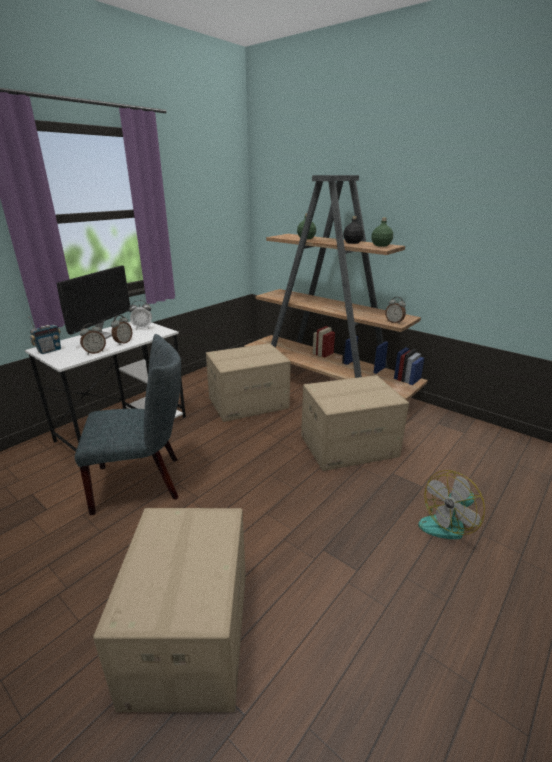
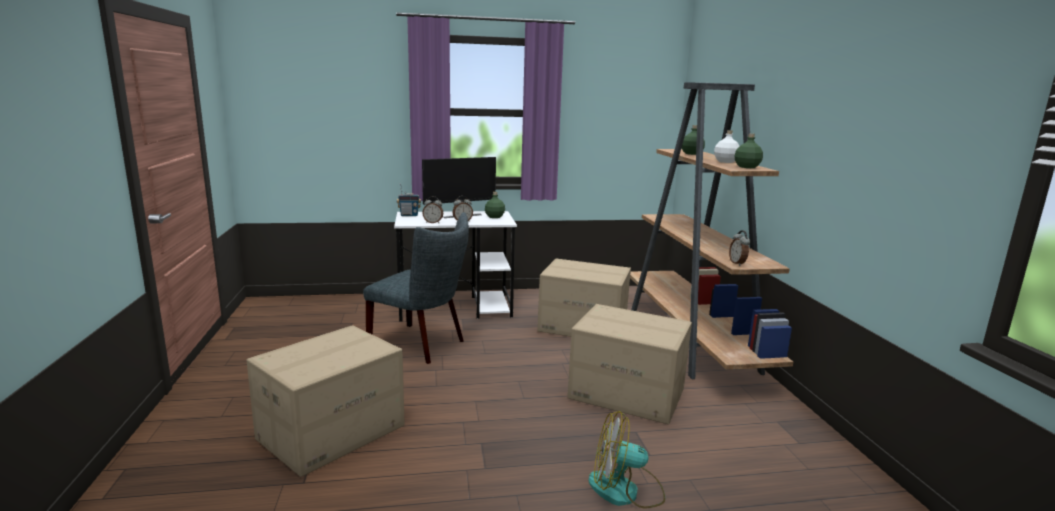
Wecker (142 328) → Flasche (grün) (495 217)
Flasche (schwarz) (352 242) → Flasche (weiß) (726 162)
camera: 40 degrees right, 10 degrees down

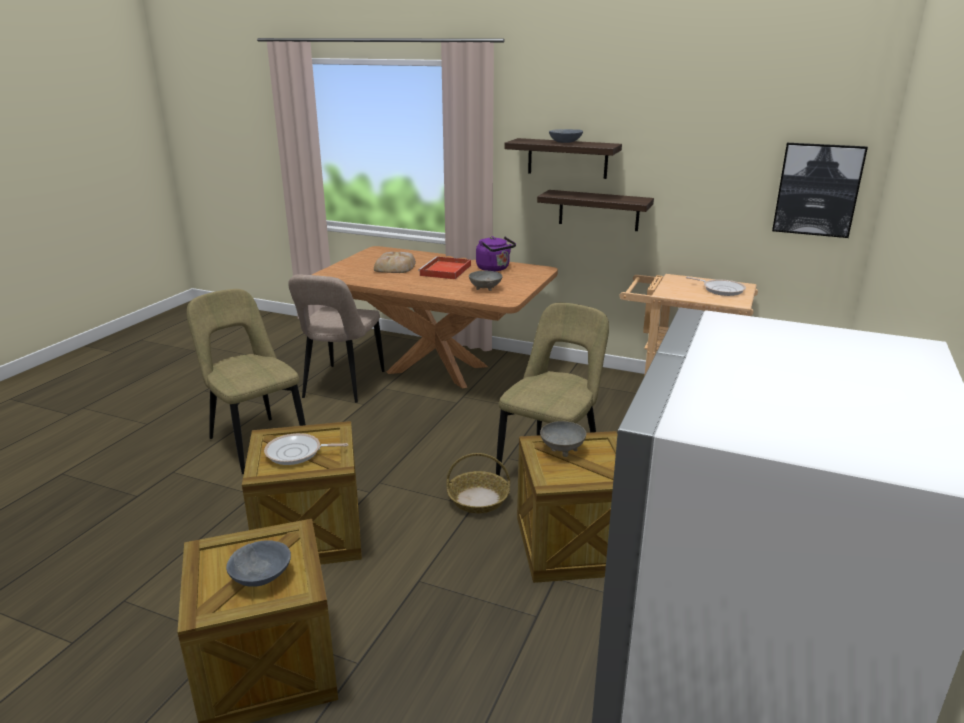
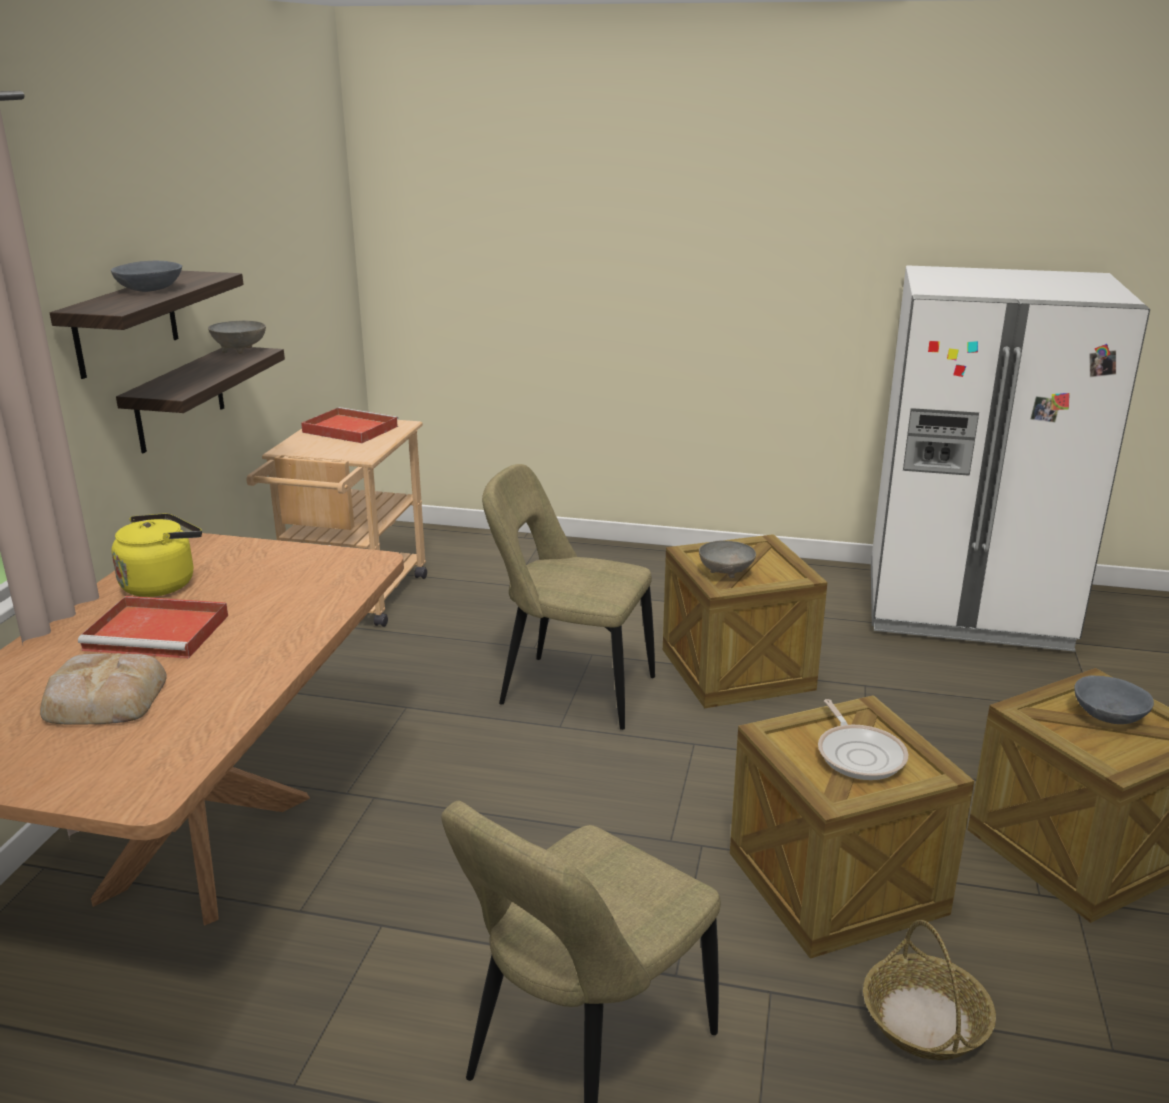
Stuhl (beige) (342 386) → -
Bild (817 190) → -
Korb (478 499) → Korb (924 1020), relocated
Schüssel (grau) (485 289) → Schüssel (grau) (240 350), relocated
Pfanne (721 289) → Tablett (rot) (348 429)
Wasserkessel (lila) (494 269) → Wasserkessel (gelb) (162 583)
camera: 100 degrees left, 0 degrees up

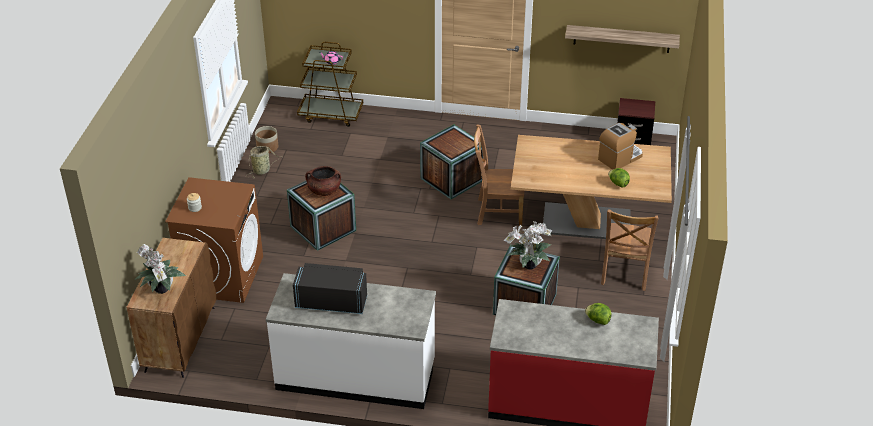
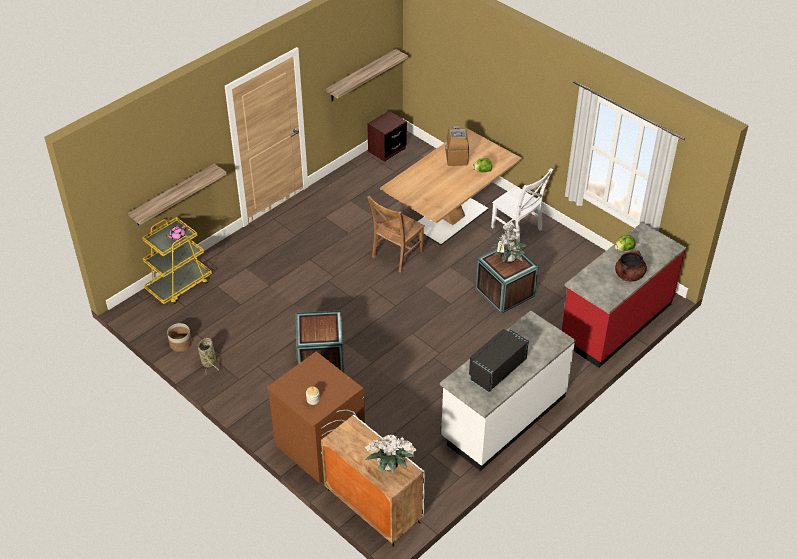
Kiste (452 179) → -
- → Wandregal (173 195)
Kochtopf (braun) (324 191) → Kochtopf (braun) (629 275), relocated
Schrank (braun) (180 338) → Schrank (weiß) (372 506)
Rollwagen (braun) (331 114) → Rollwagen (gelb) (179 285)
Stuhl (braun) (624 274) → Stuhl (weiß) (518 230)
camera: 55 degrees left, 5 degrees up

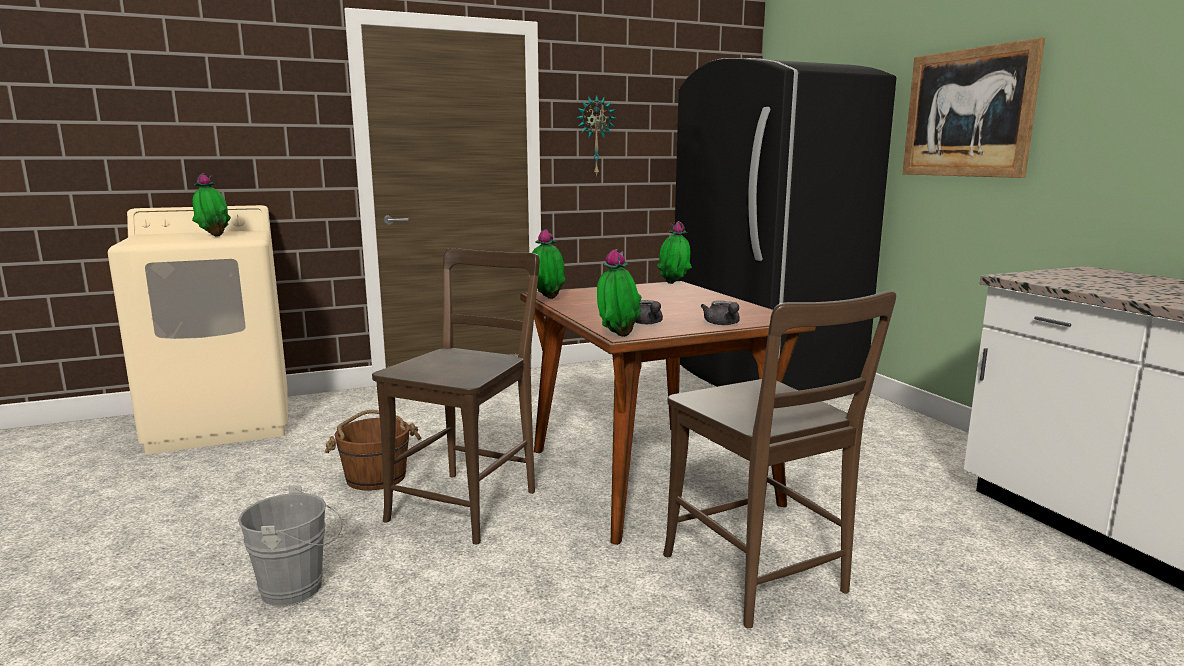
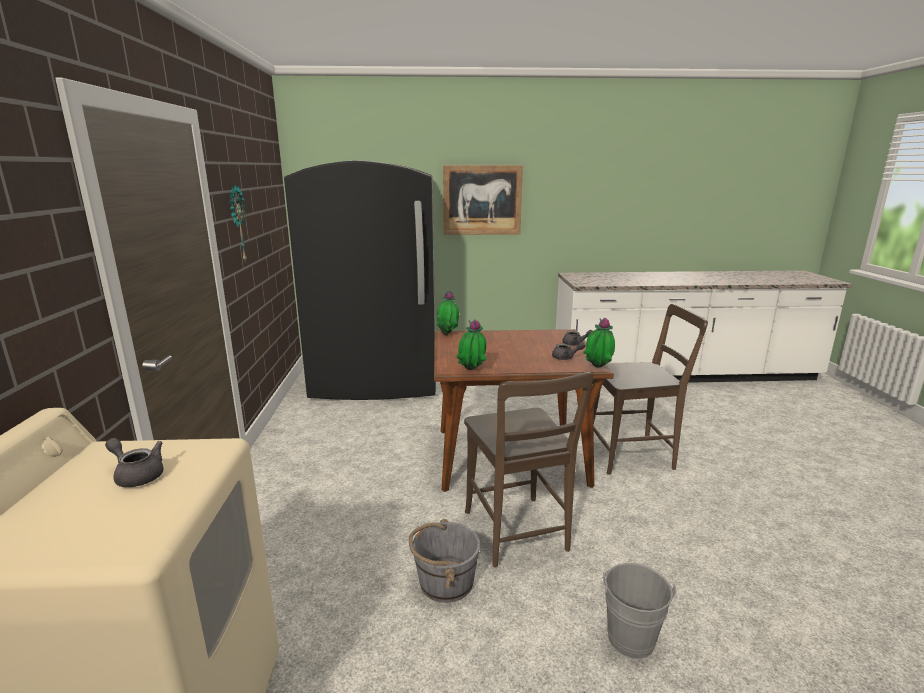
Topfpflanze (214 236) → Teekanne (grau) (137 475)
Eimer (braun) (376 477) → Eimer (grau) (445 582)
Stuhl (braun) (468 502) → Stuhl (braun) (517 534), 150 degrees counterclockwise
camera: 70 degrees left, 5 degrees up

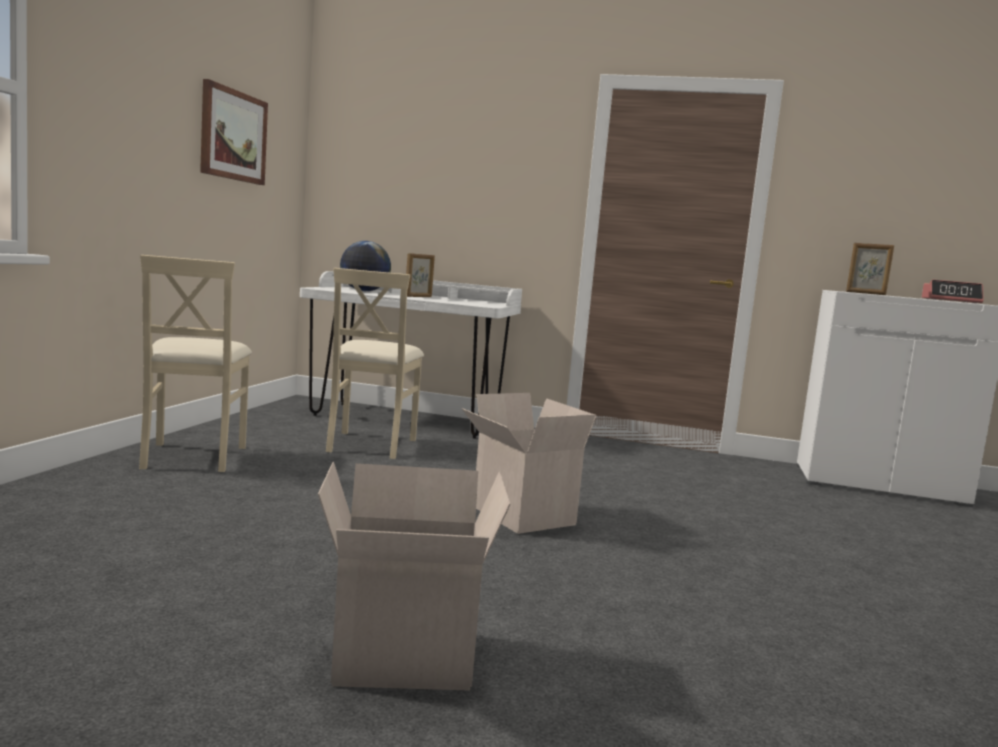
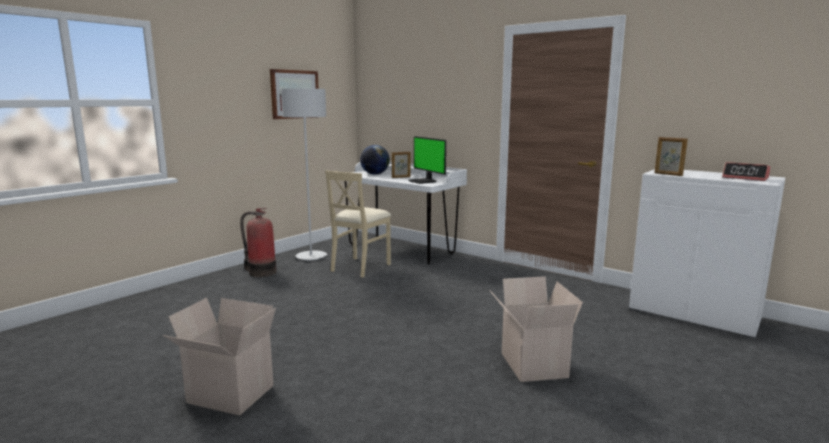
- → Stehlampe (grau) (311 257)
- → Monitor (423 181)
Karton (520 515) → Karton (531 365), relocated
Stuhl (beige) (192 456) → Feuerlöscher (260 272)
camera: 25 degrees right, 5 degrees up

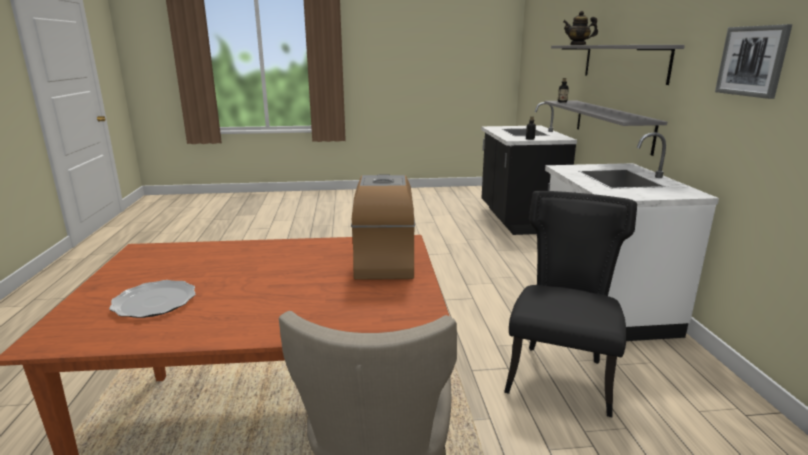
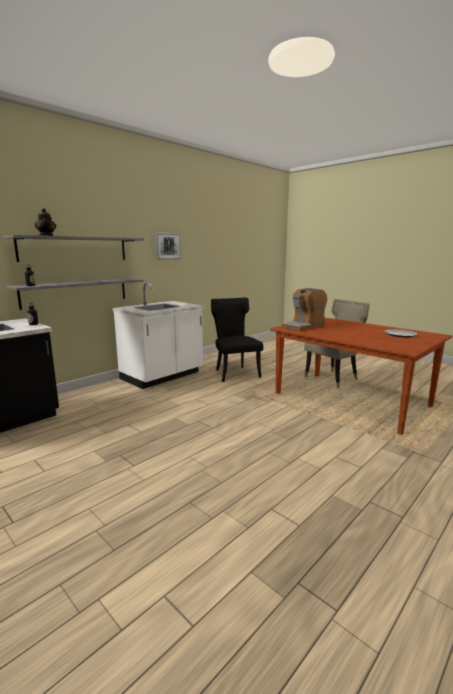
Stuhl (schwarz) (560 375) → Stuhl (schwarz) (235 373), 90 degrees clockwise
camera: 130 degrees left, 5 degrees down

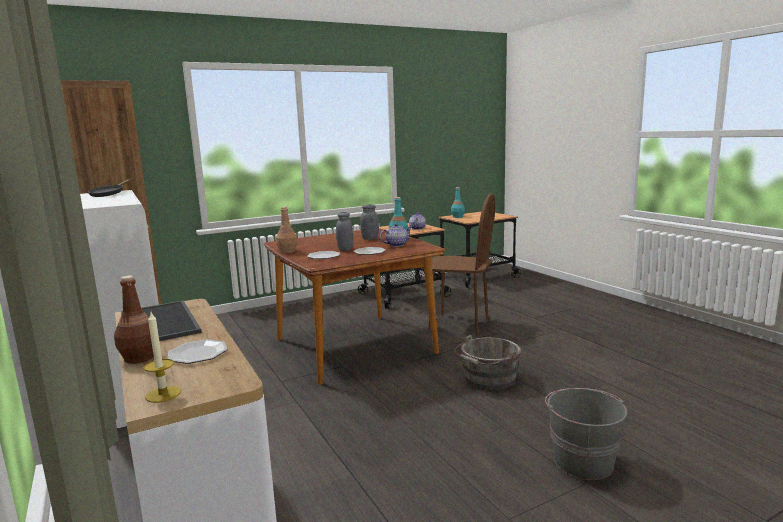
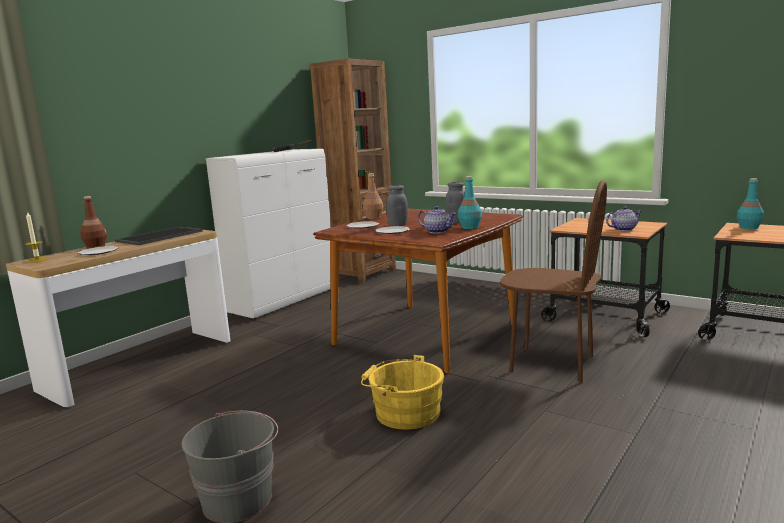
Eimer (grau) (488 379) → Eimer (gelb) (404 412)
Stuhl (braun) (459 324) → Stuhl (braun) (552 364), 60 degrees counterclockwise
camera: 65 degrees right, 0 degrees up

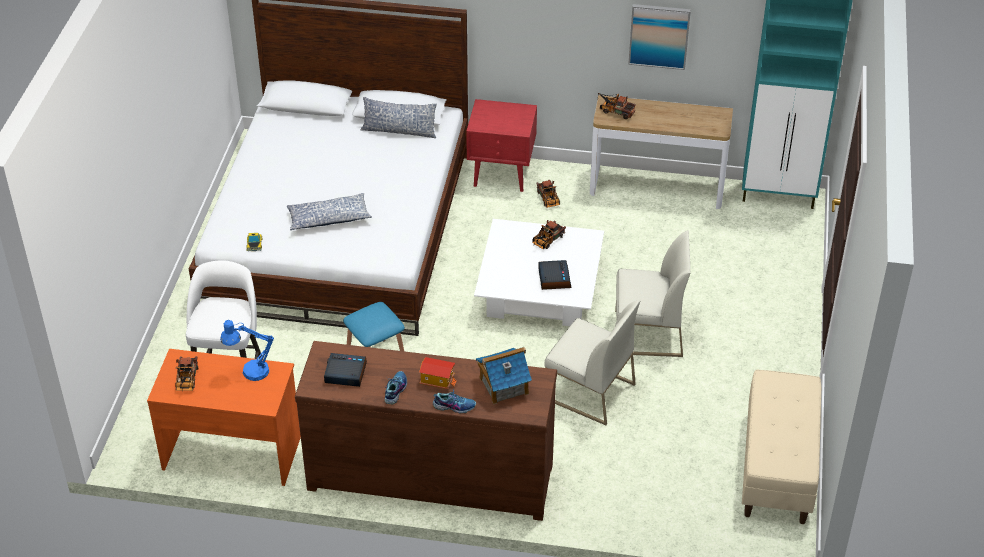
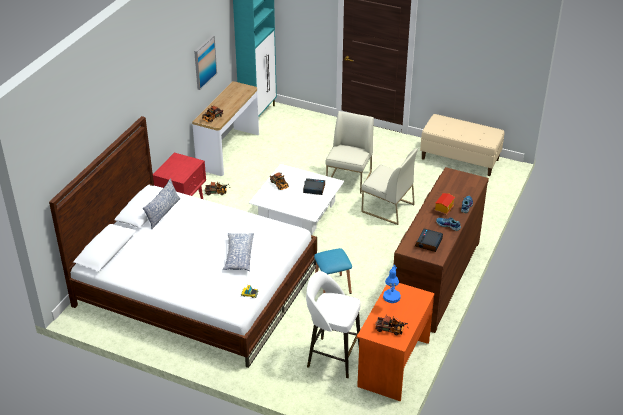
Spielzeughaus (503 385) → -
Stuhl (weiß) (589 392) → Stuhl (weiß) (387 208), 75 degrees clockwise
camera: 75 degrees left, 5 degrees down

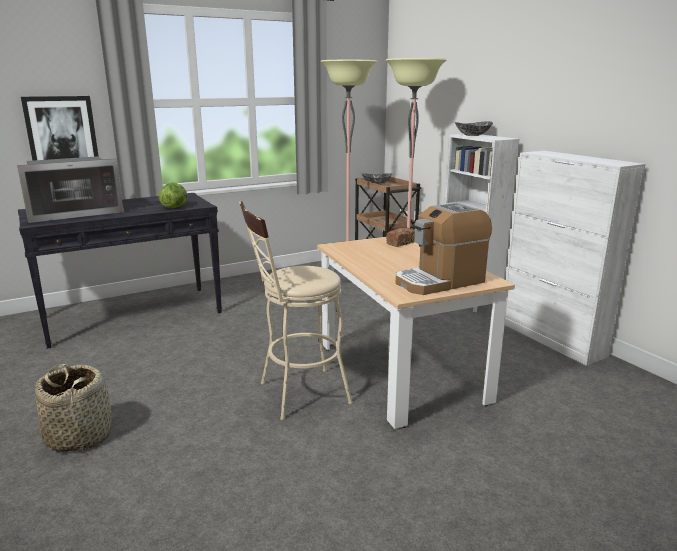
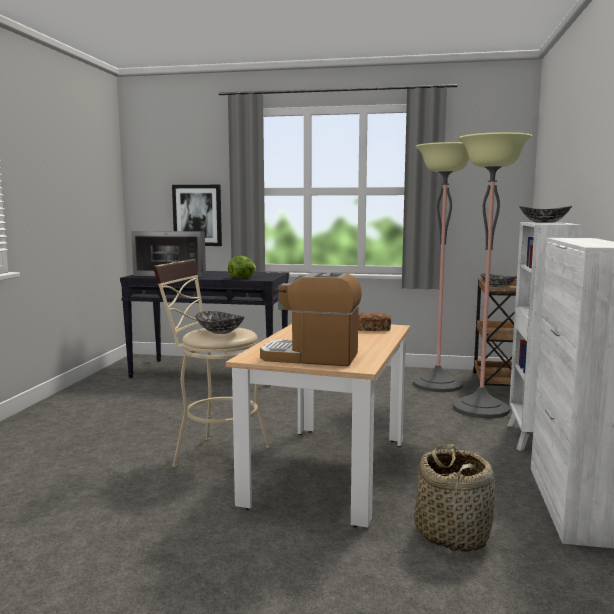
- → Schüssel (221 331)
Korb (79 435) → Korb (452 533), relocated
camera: 40 degrees right, 10 degrees down

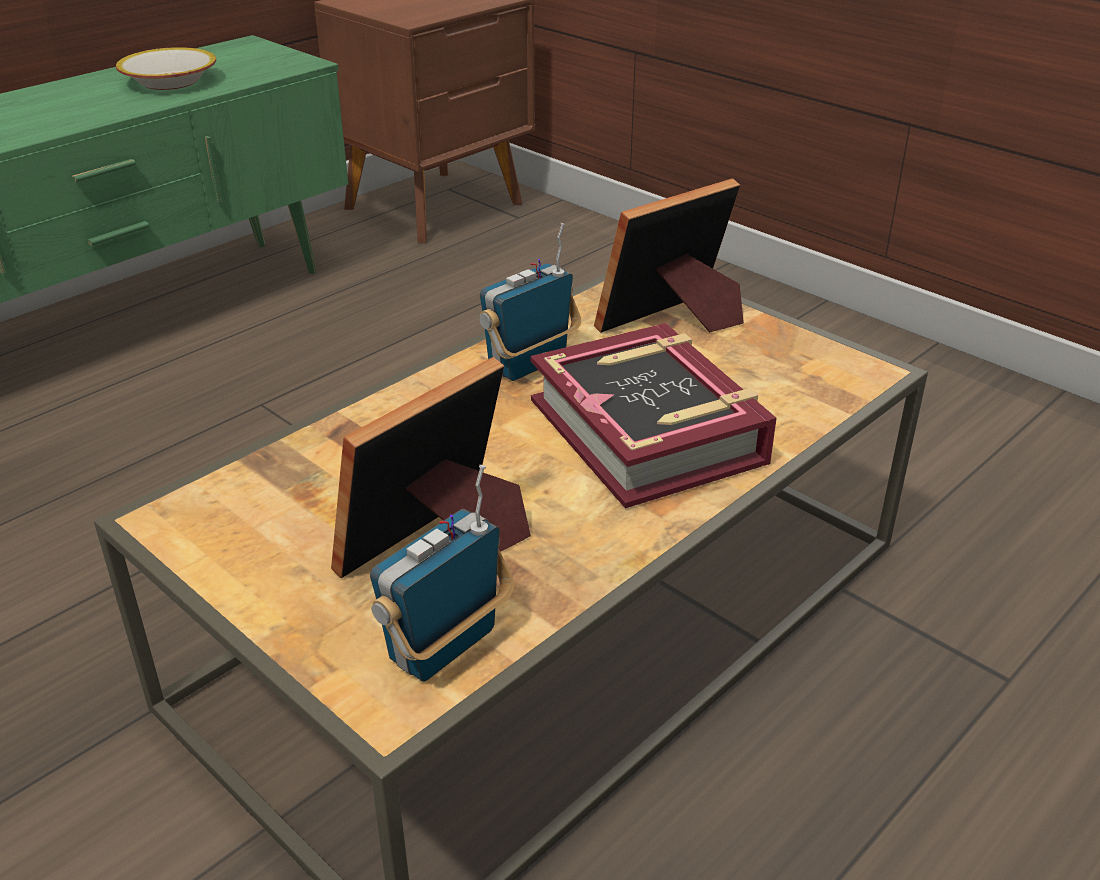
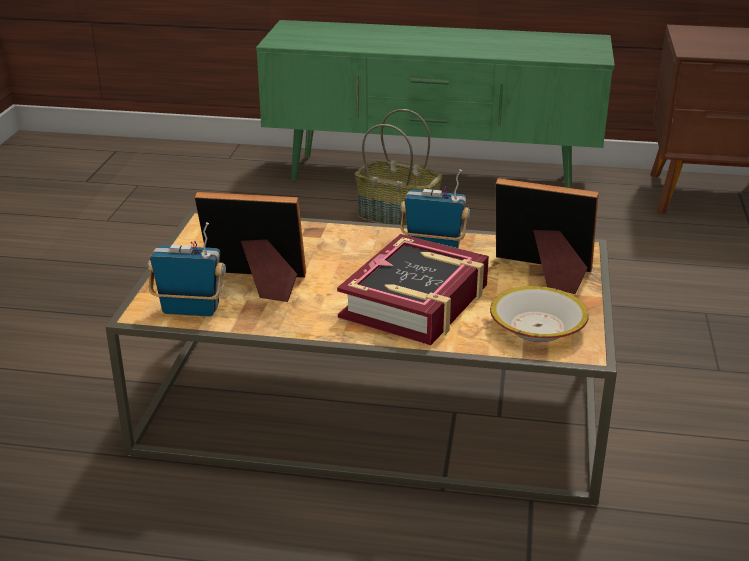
- → Korb (398 217)
Schüssel (170 81) → Schüssel (538 327), relocated
camera: 55 degrees right, 5 degrees down

